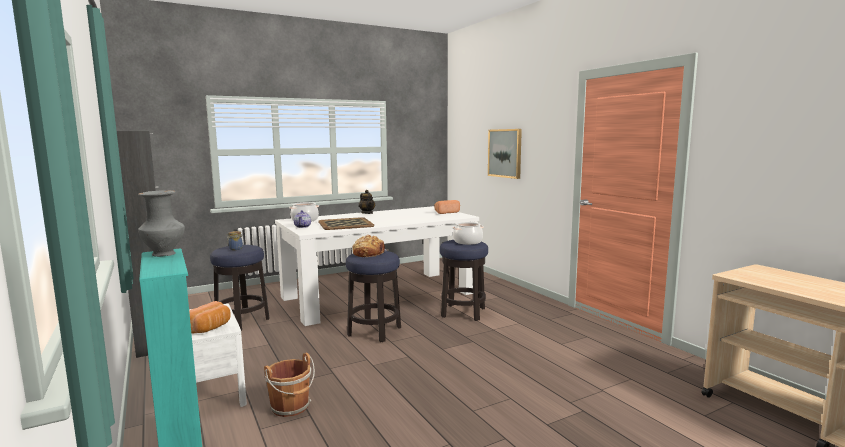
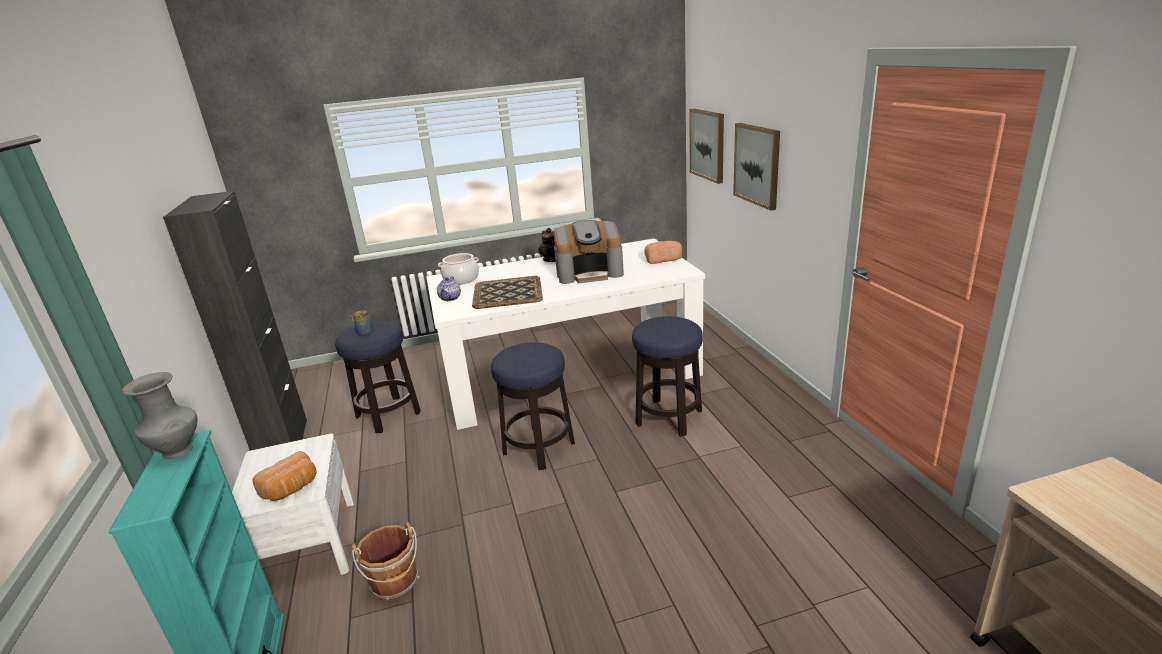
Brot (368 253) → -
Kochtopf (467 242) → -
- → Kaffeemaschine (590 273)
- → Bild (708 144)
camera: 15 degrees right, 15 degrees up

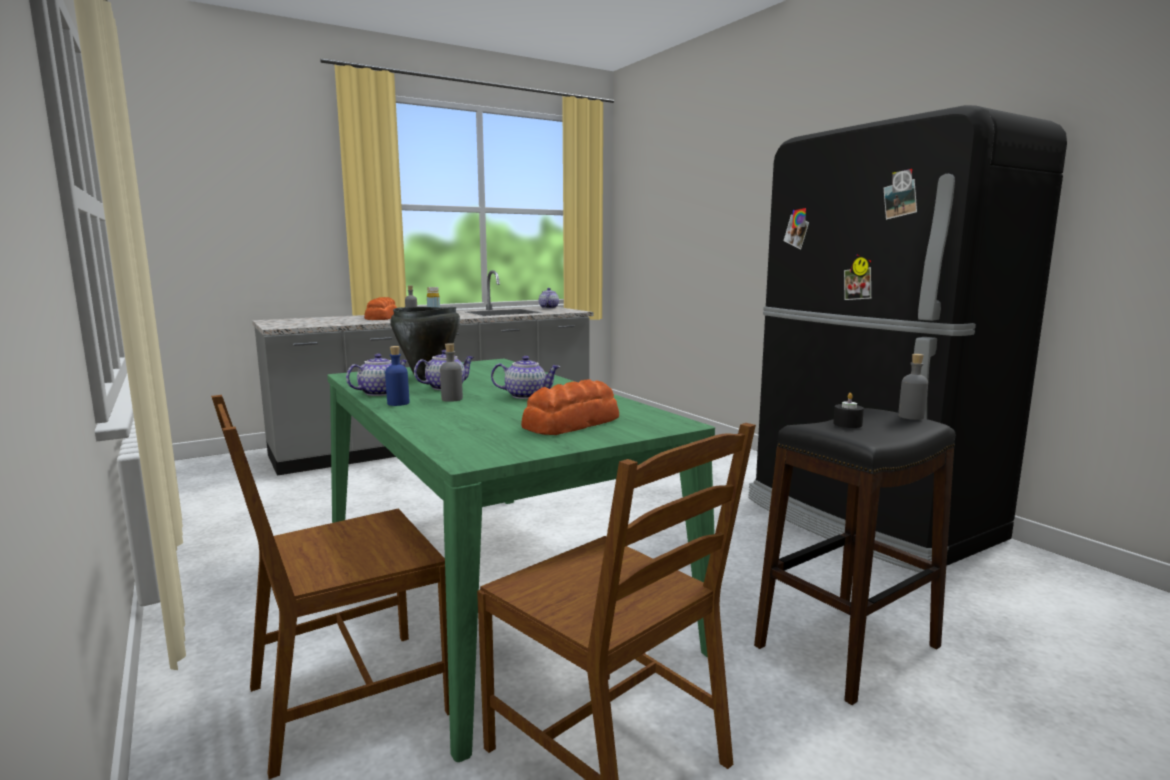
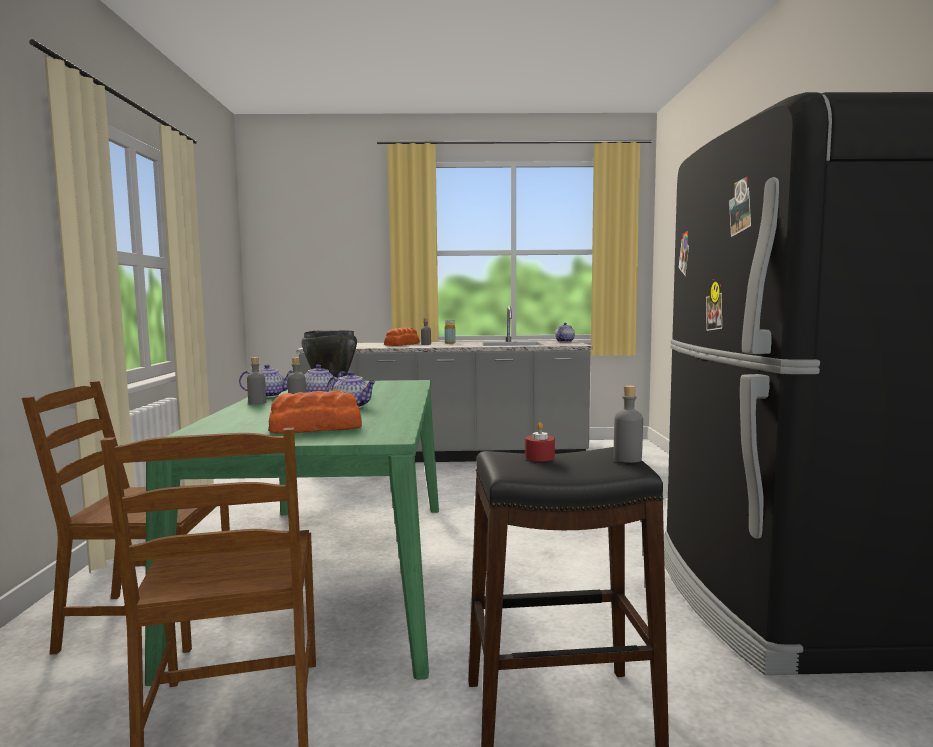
Flasche (blau) (398 403) → Flasche (grau) (257 403)
Kerze (schwarz) (847 424) → Kerze (rot) (540 457)
camera: 30 degrees right, 5 degrees down

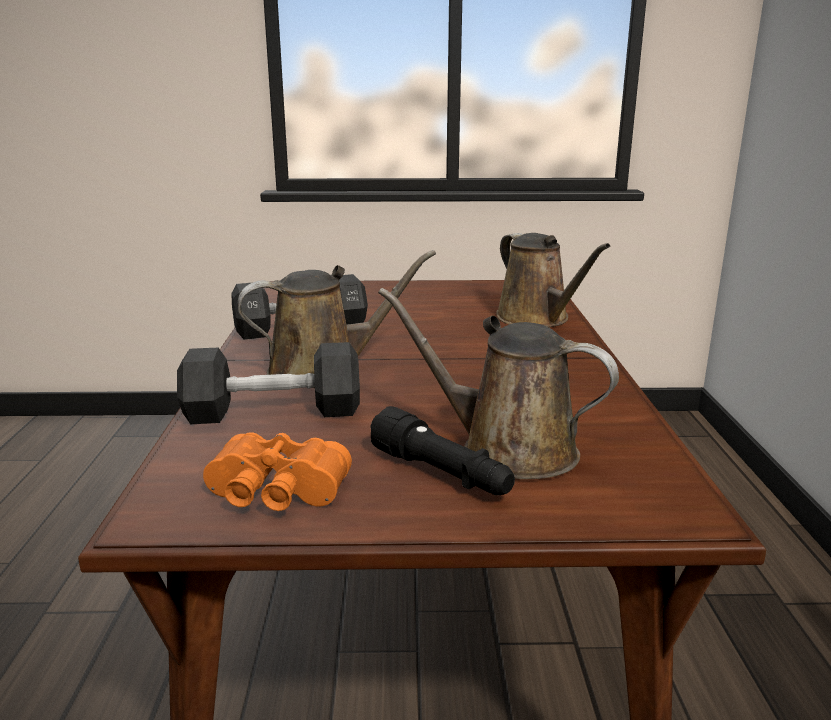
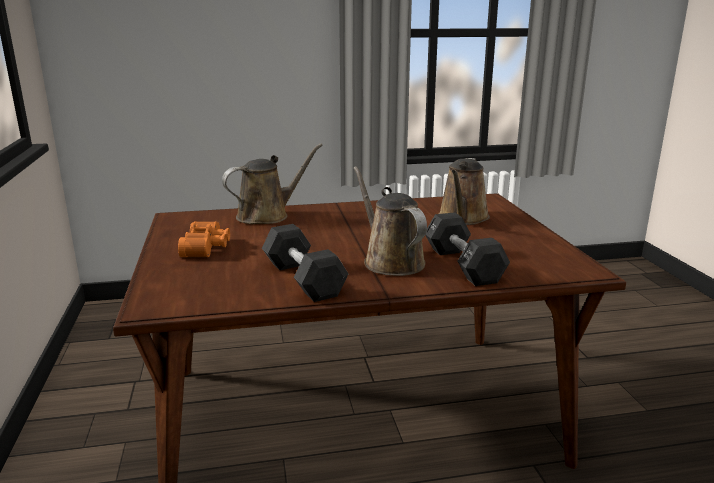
Taschenlampe (schwarz) (442 474) → -
Fernglas (orange) (275 494) → Fernglas (orange) (207 248), relocated
camera: 100 degrees left, 0 degrees up

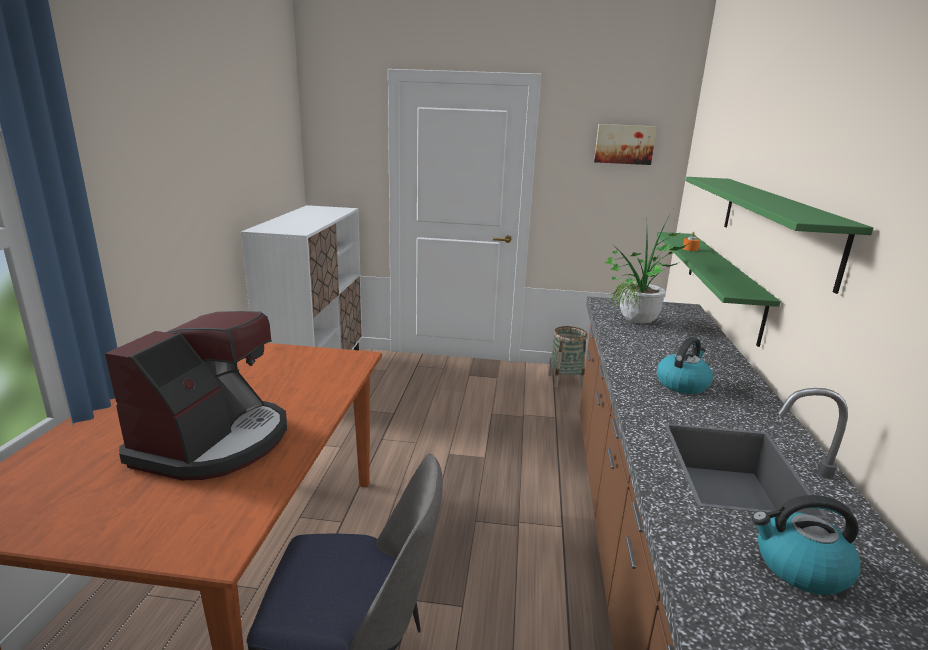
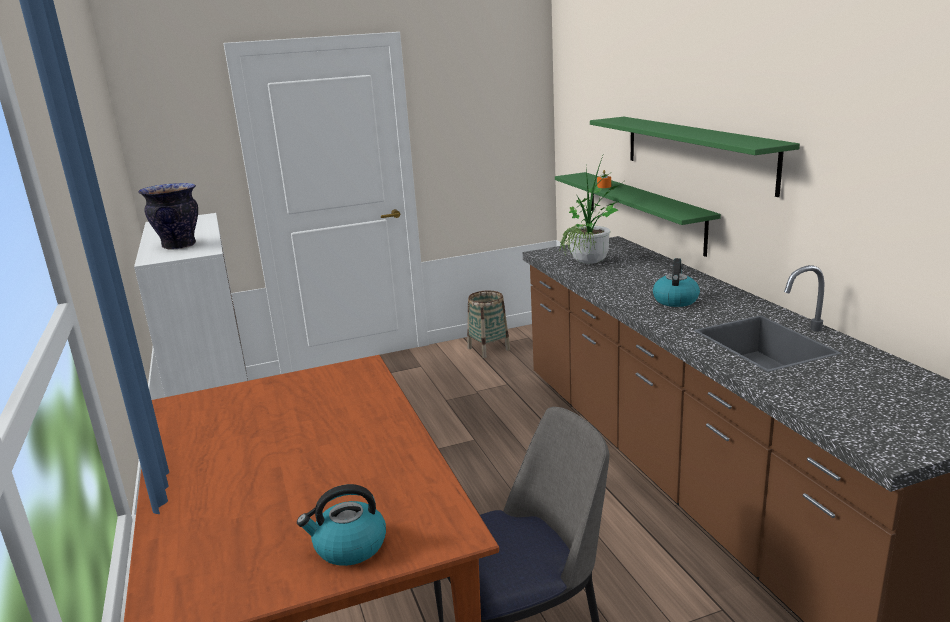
Kaffeemaschine (214 442) → -
Bild (624 144) → -
- → Vase (180 246)
Wasserkessel (799 567) → Wasserkessel (349 547), relocated
camera: 25 degrees left, 0 degrees up

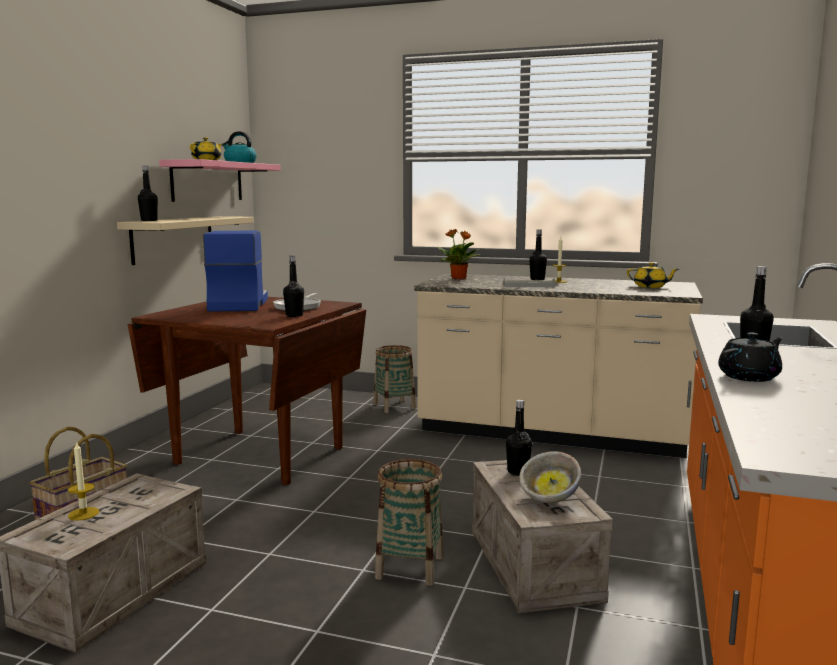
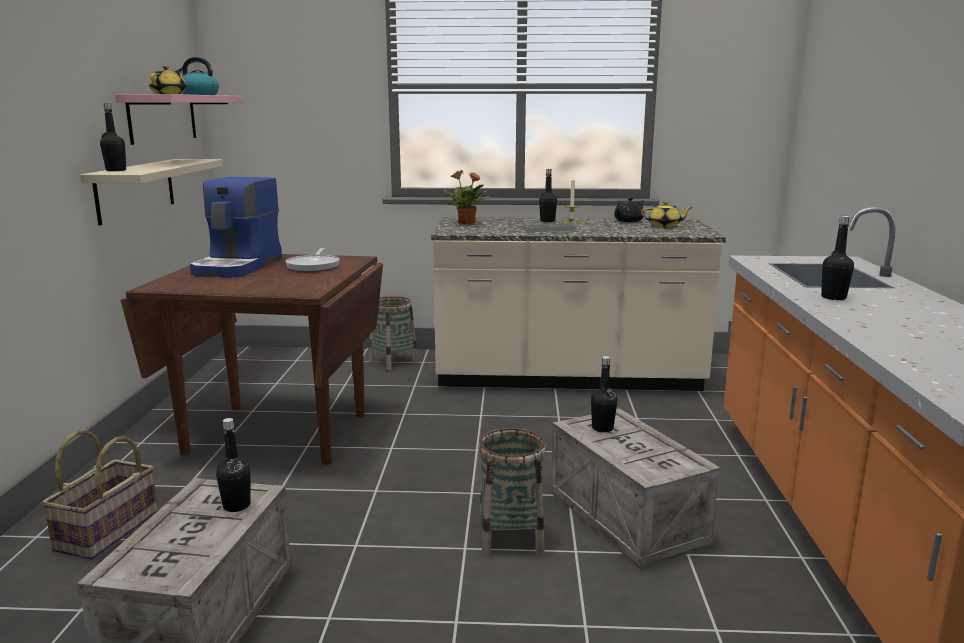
Kerze (83 514) → -
Schüssel (549 498) → -
Flasche (schwarz) (294 315) → Flasche (schwarz) (236 506), relocated
Teekanne (schwarz) (749 377) → Teekanne (schwarz) (629 221), relocated
Kaffeemaschine (238 304) → Kaffeemaschine (239 266), 150 degrees counterclockwise
camera: 15 degrees left, 5 degrees up

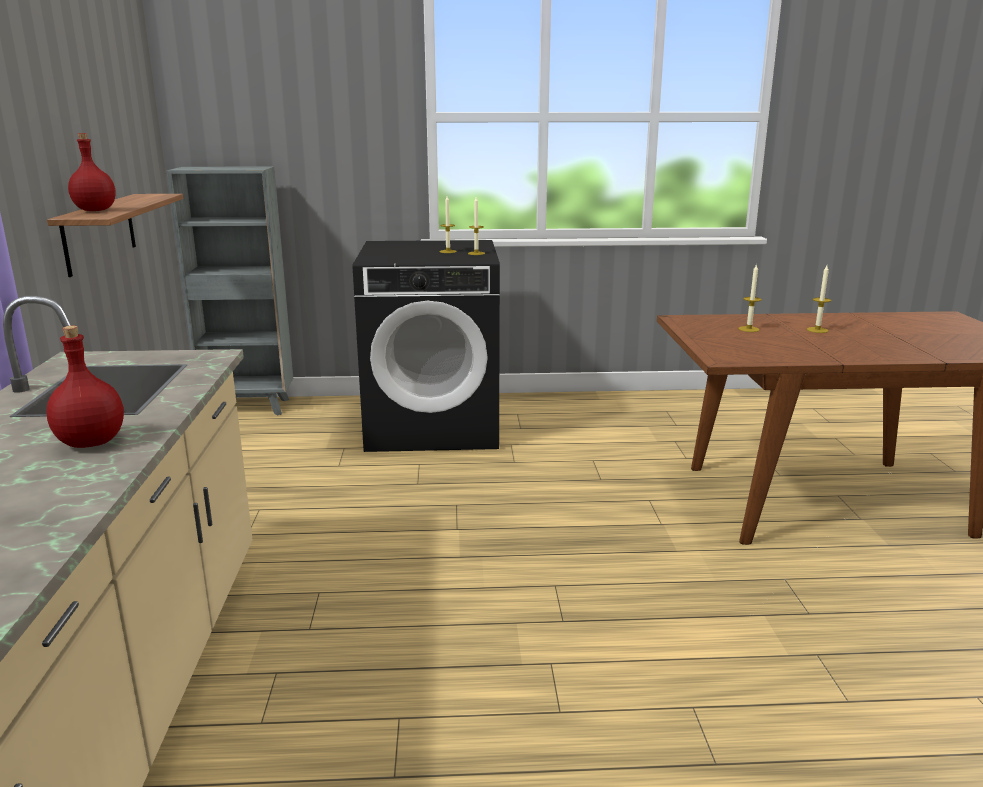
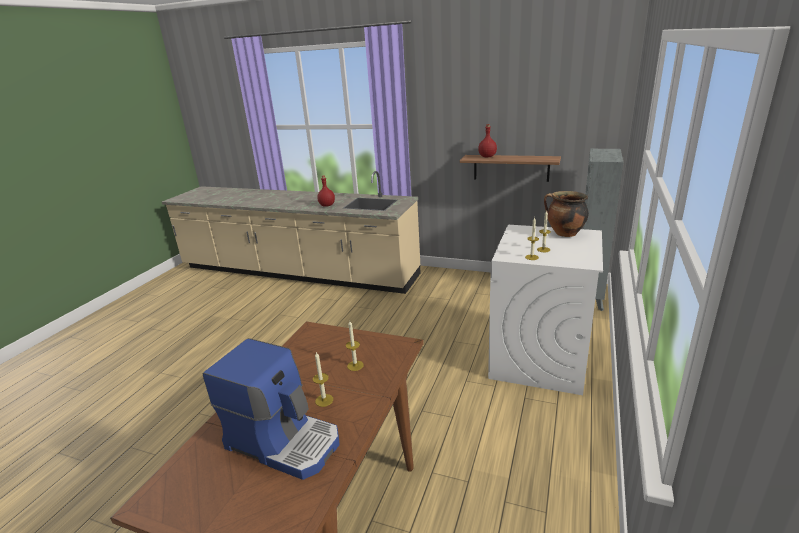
- → Kaffeemaschine (284 441)
- → Kochtopf (564 234)
Waschmaschine (schwarz) (434 426) → Waschmaschine (weiß) (539 359)
camera: 115 degrees right, 5 degrees up

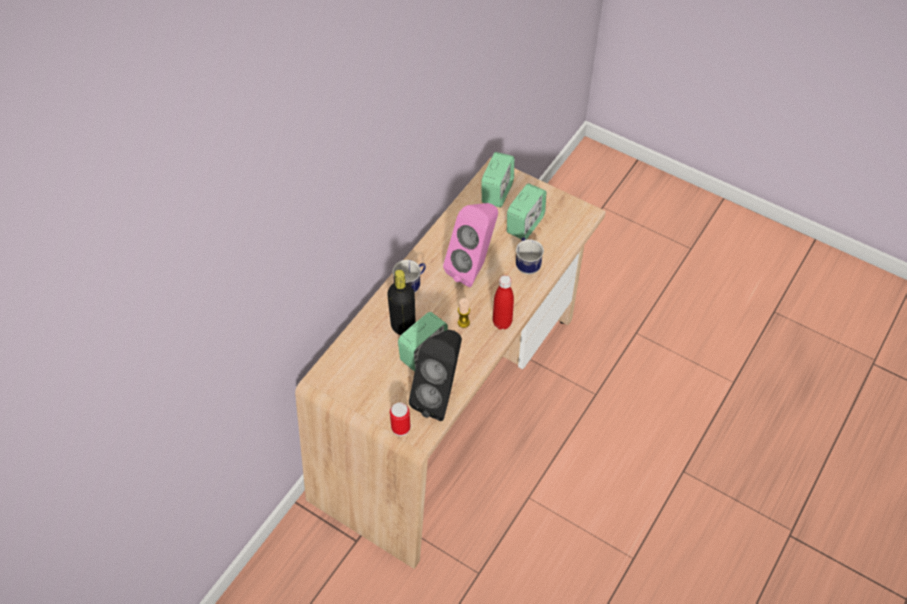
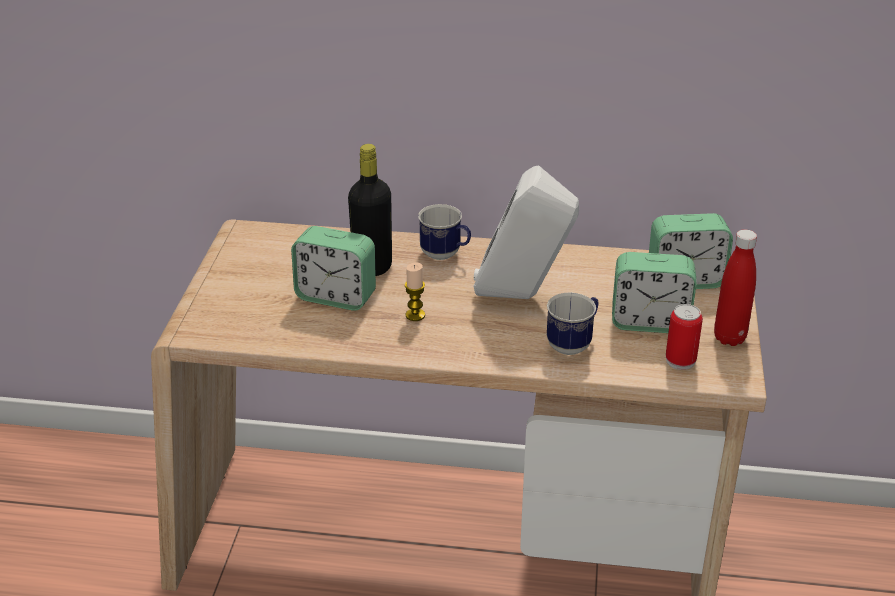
Lautsprecher (schwarz) (440 396) → -
Dose (401 428) → Dose (680 360), relocated
Flasche (rot) (502 323) → Flasche (rot) (729 338), relocated
Lautsprecher (rosa) (473 267) → Lautsprecher (weiß) (523 297)
camera: 65 degrees right, 20 degrees down

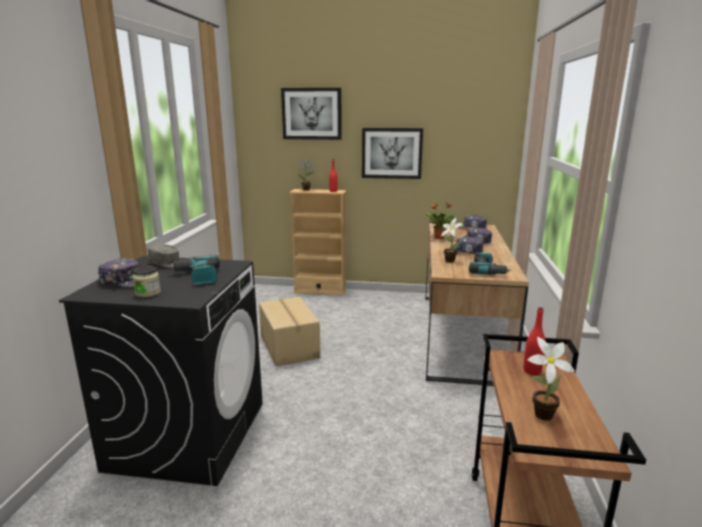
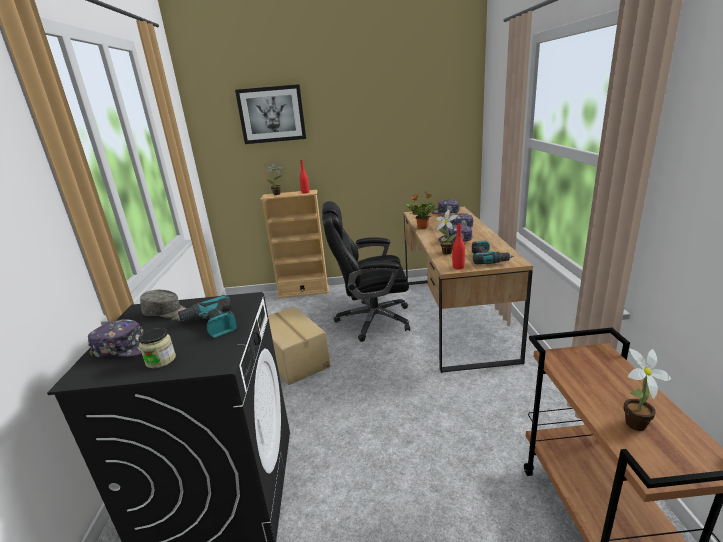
Bild (391 153) → -
- → Bürostuhl (schwarz) (372 320)
Flasche (rot) (532 371) → Flasche (rot) (458 267), relocated
camera: 10 degrees left, 5 degrees up

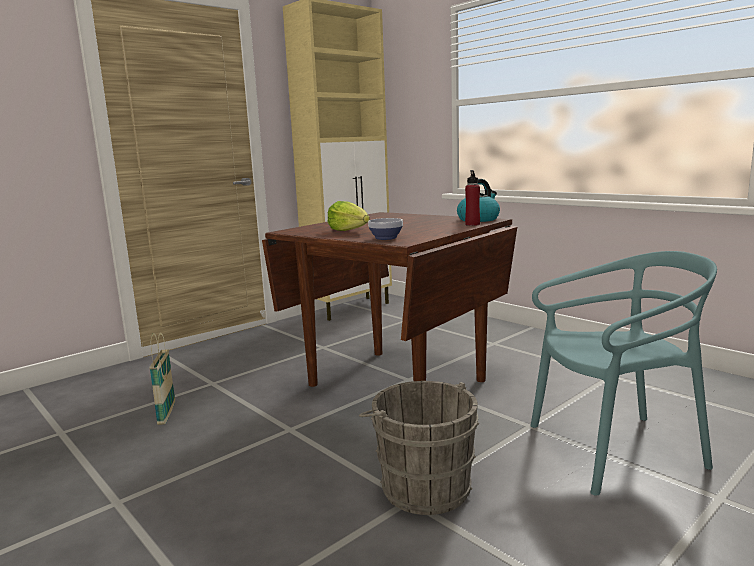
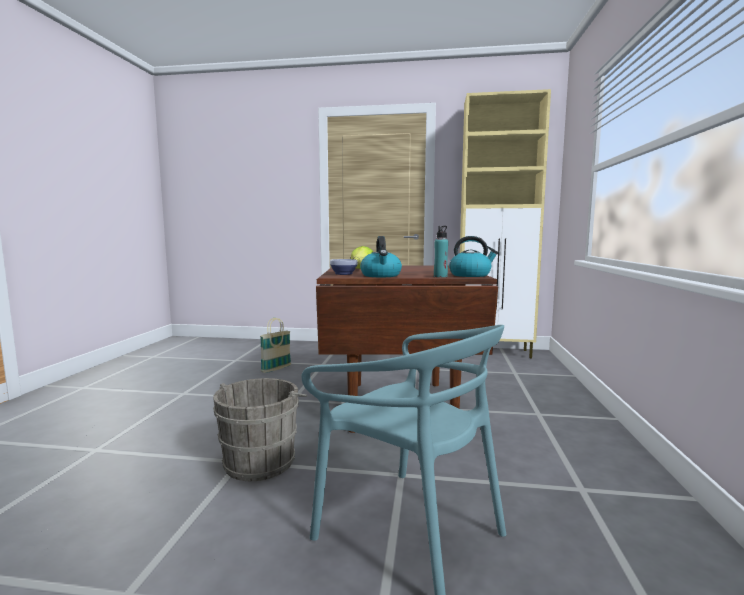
- → Wasserkessel (381 275)
Flasche (rot) (472 224) → Flasche (türkis) (440 276)
camera: 50 degrees right, 5 degrees down

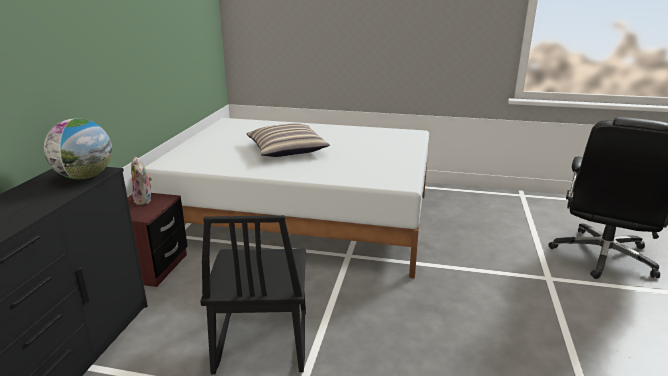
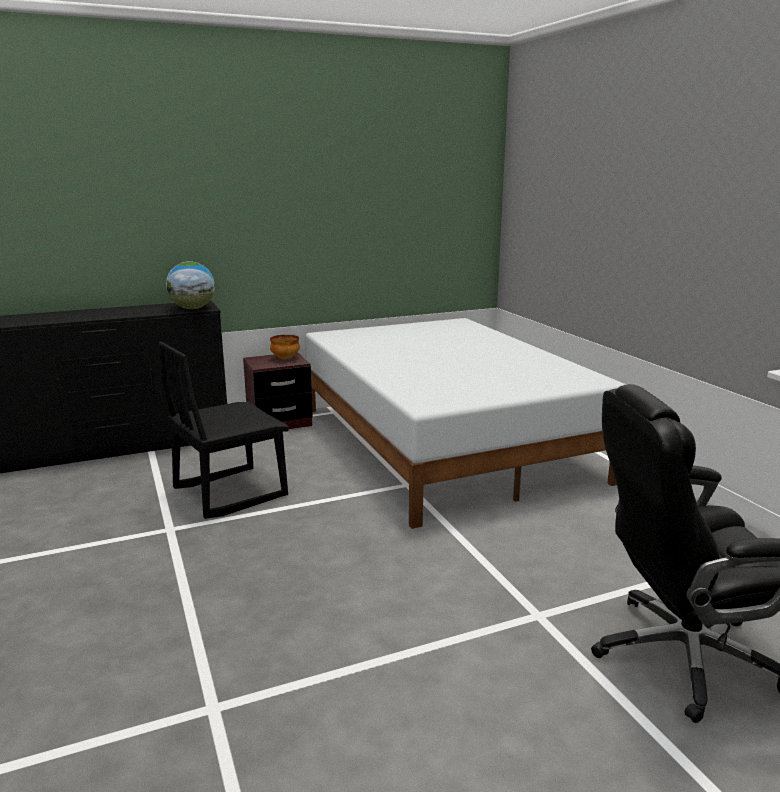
Kissen (287 149) → -
Plüschtier (144 200) → Schüssel (285 358)
camera: 55 degrees right, 5 degrees down

